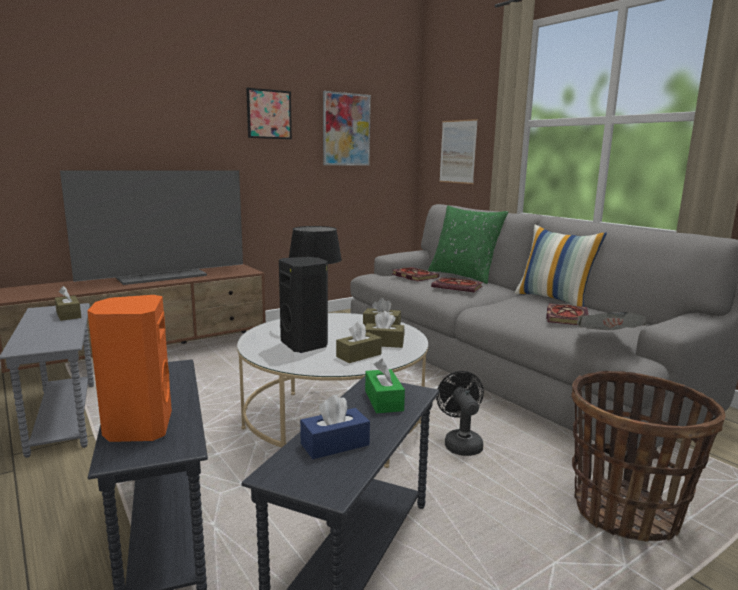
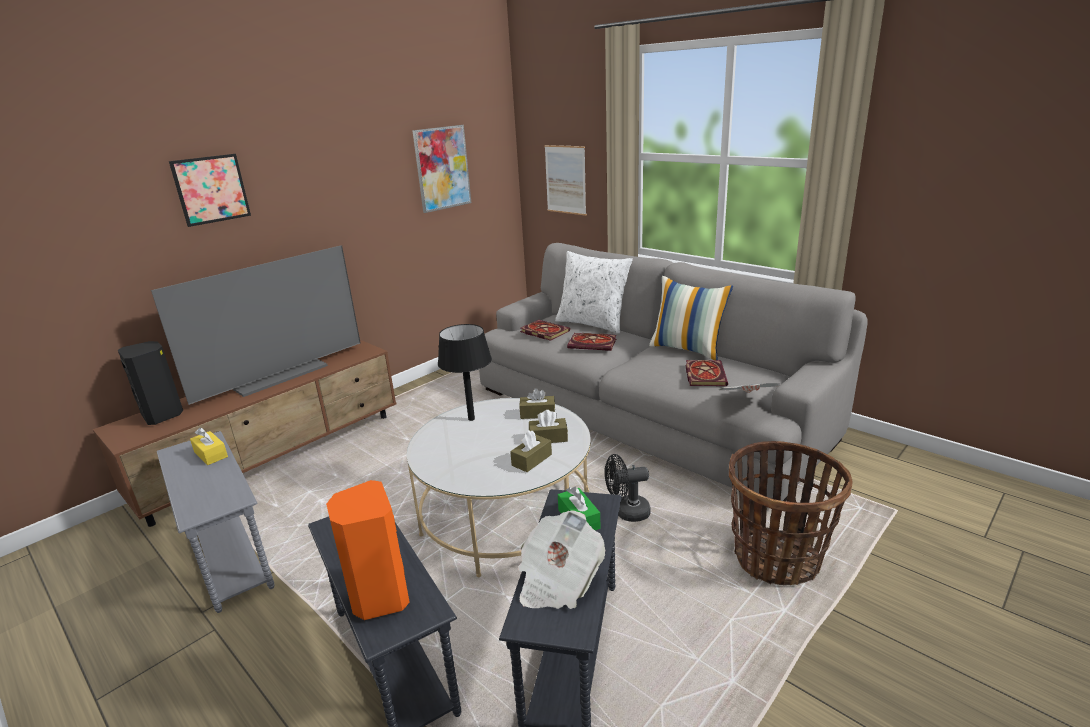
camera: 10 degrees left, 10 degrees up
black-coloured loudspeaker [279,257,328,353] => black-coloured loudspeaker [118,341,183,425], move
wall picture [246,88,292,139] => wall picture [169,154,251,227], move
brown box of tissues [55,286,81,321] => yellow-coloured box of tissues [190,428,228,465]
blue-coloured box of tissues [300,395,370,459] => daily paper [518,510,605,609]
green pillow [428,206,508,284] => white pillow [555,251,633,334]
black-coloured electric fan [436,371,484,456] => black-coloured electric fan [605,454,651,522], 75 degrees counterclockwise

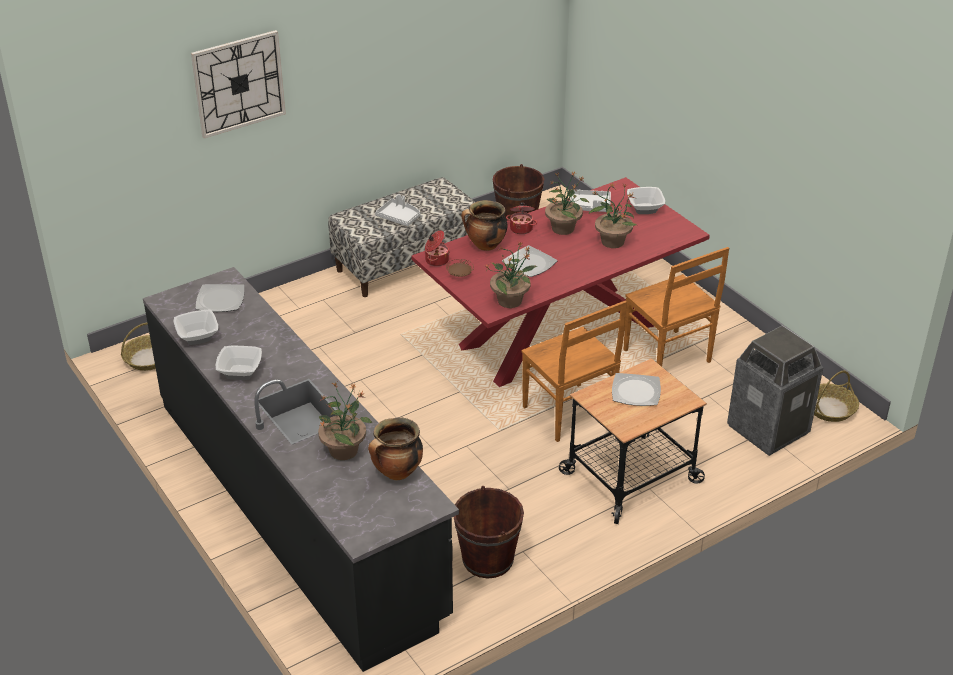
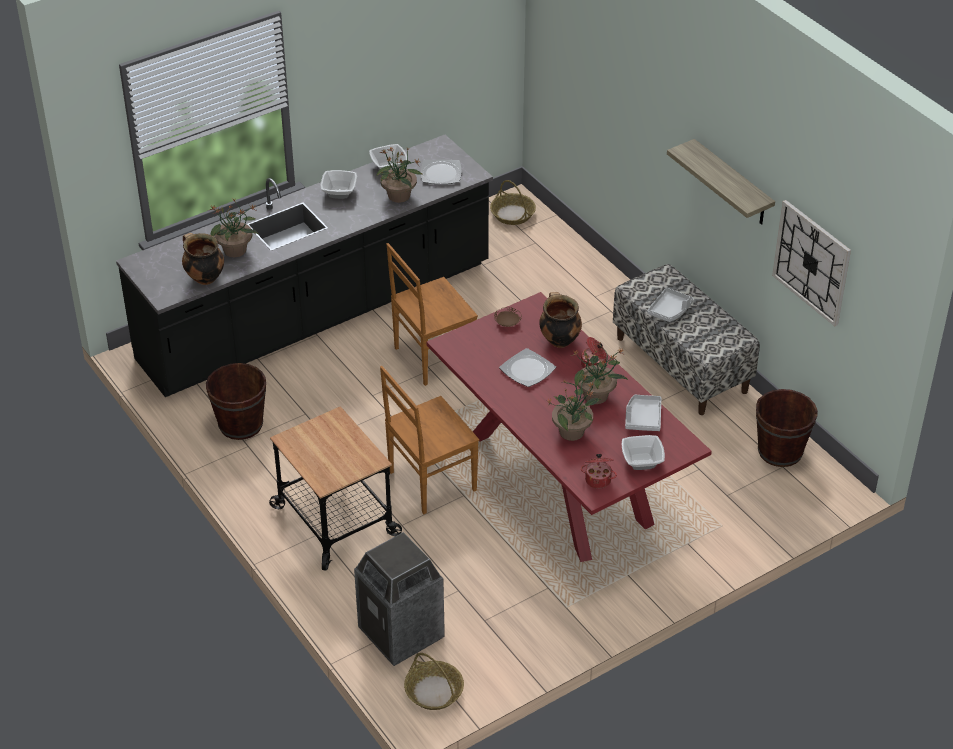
camera: 90 degrees right, 5 degrees up
potted plant [485,242,537,308] => potted plant [377,146,423,203], move
brown chair [624,247,729,366] => brown chair [386,243,478,386], move
stockpot [425,230,450,266] => stockpot [581,454,617,489], move
nothing => bracket shelf [667,139,775,225]
wall clock [191,30,286,138] => wall clock [772,200,851,326], move
flat dish [612,373,661,406] => nothing

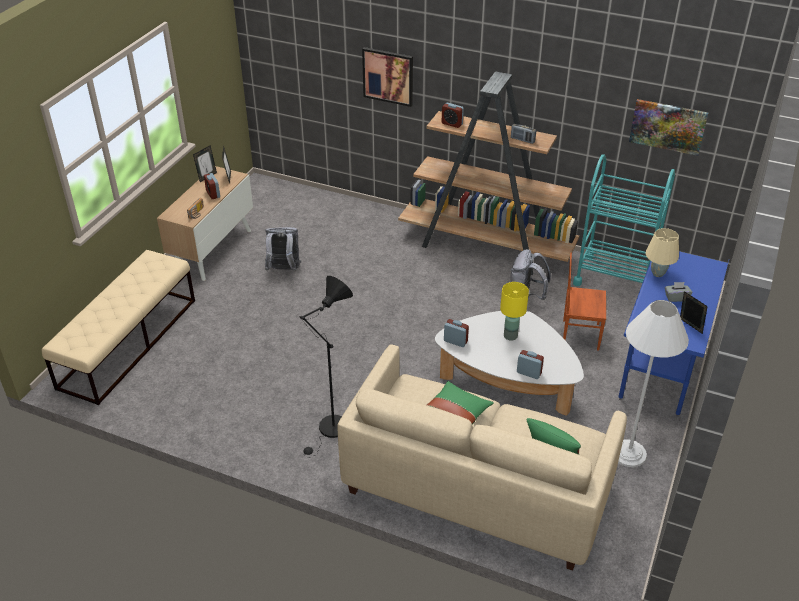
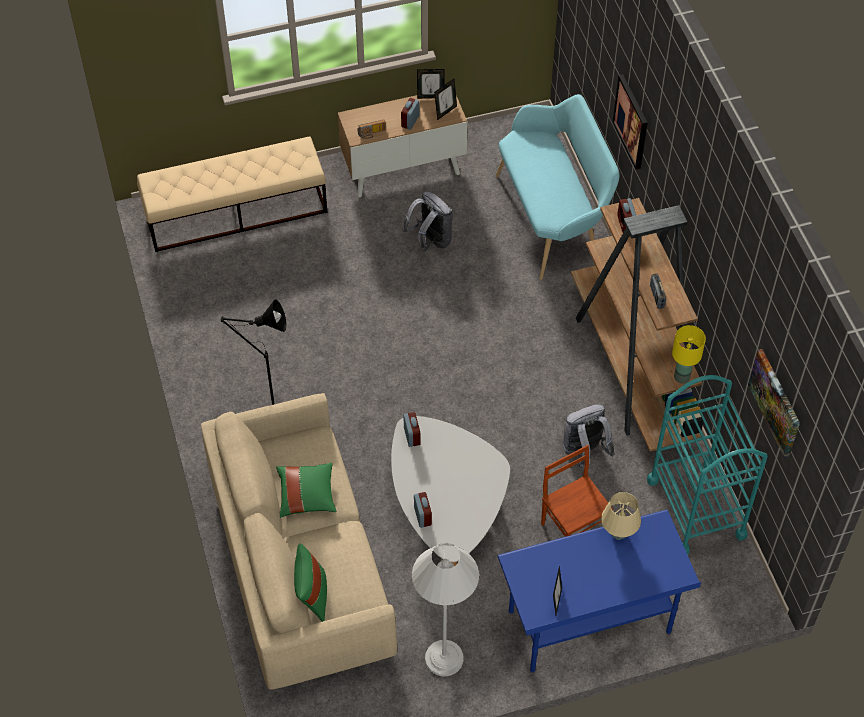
camera: 50 degrees right, 15 degrees up
nothing => turquoise-coloured indoor bench [496,94,620,280]
yellow-coloured tabletop lamp [500,282,529,341] => yellow-coloured tabletop lamp [672,325,706,384], move
gray box of tissues [665,282,692,302] => nothing

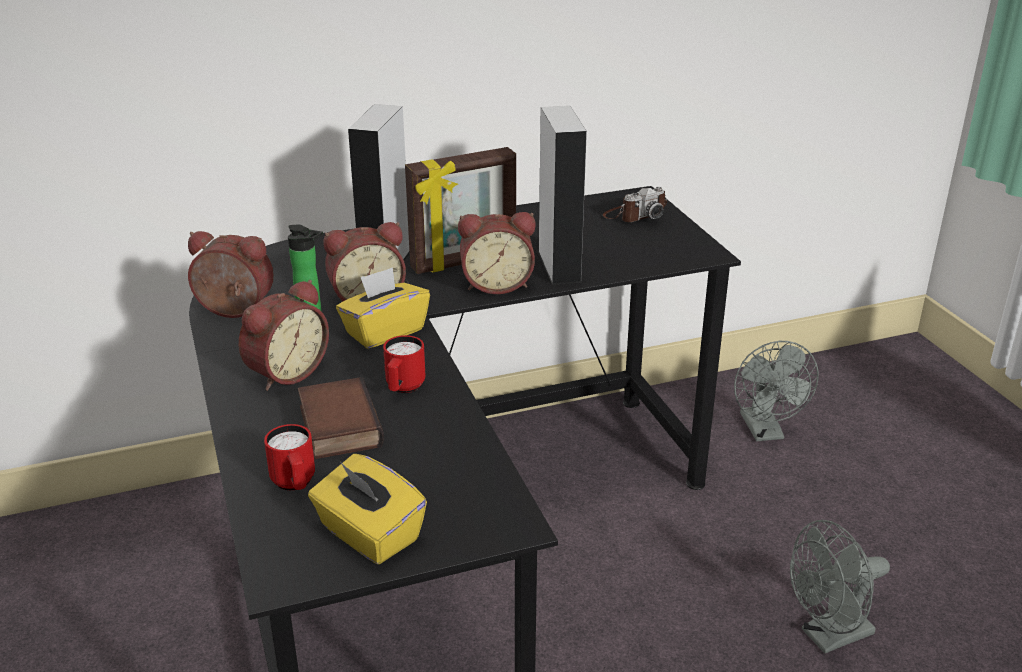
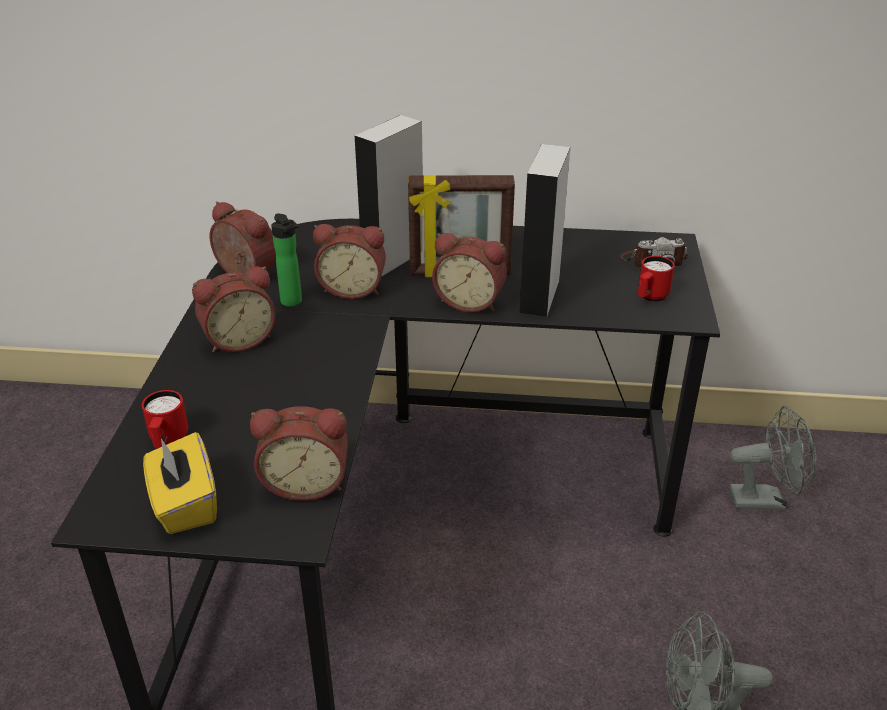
camera: 25 degrees right, 5 degrees up
nothing => alarm clock [250,406,348,501]
red tea mug [383,335,425,393] => red tea mug [638,256,675,302], move
gray electric fan [734,341,819,441] => gray electric fan [729,406,816,510], 105 degrees counterclockwise
volume [298,377,384,459] => nothing
yellow-coloured box of tissues [336,267,430,349] => nothing

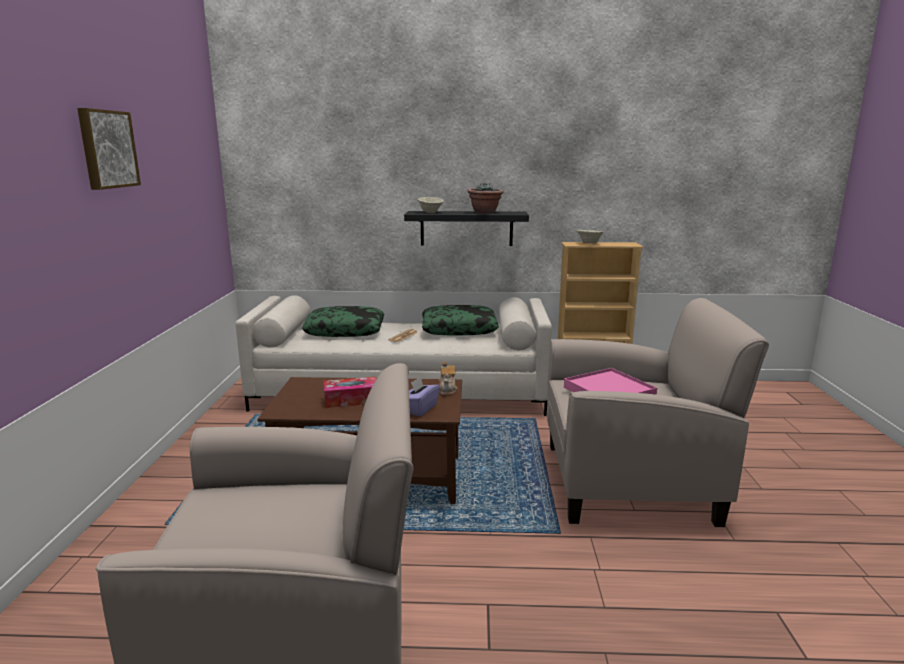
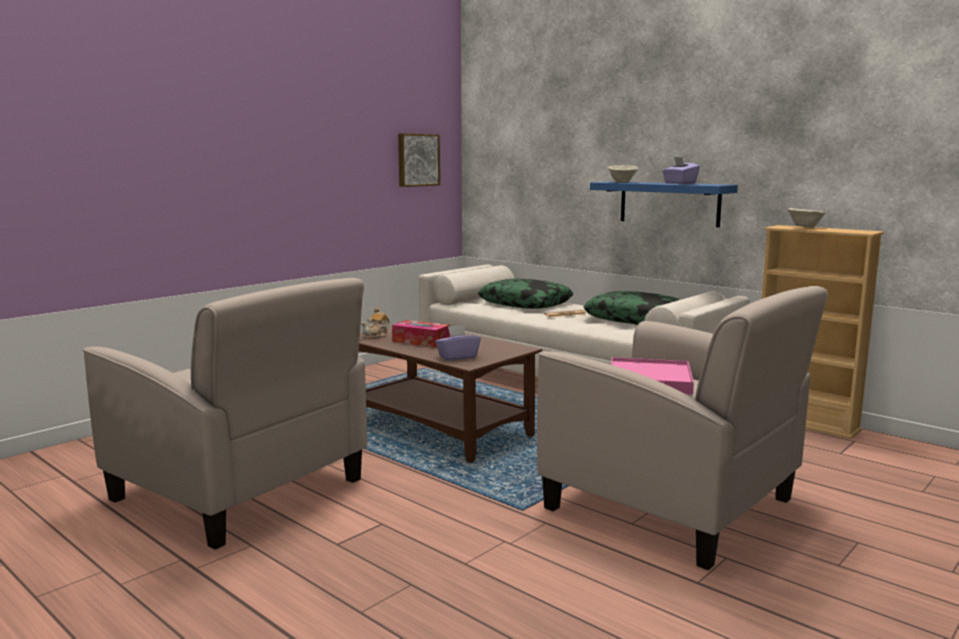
camera: 40 degrees right, 5 degrees down
tea pot [439,361,457,395] => tea pot [361,307,390,339], move
wall picture [77,108,141,190] => wall picture [398,133,440,187], move
black-coloured bracket shelf [404,211,529,246] => blue-coloured bracket shelf [590,182,738,227]
potted plant [467,183,504,214] => purple-coloured box of tissues [662,157,700,184]

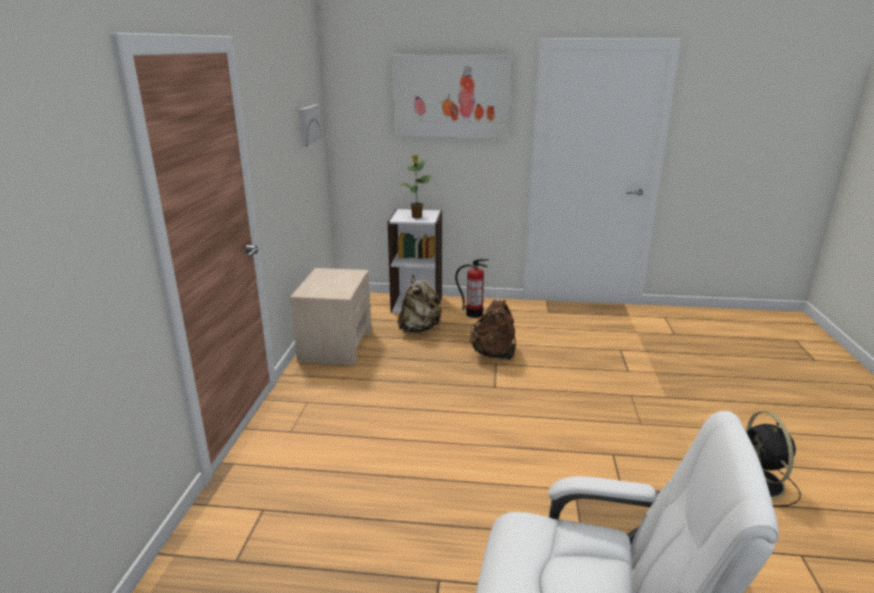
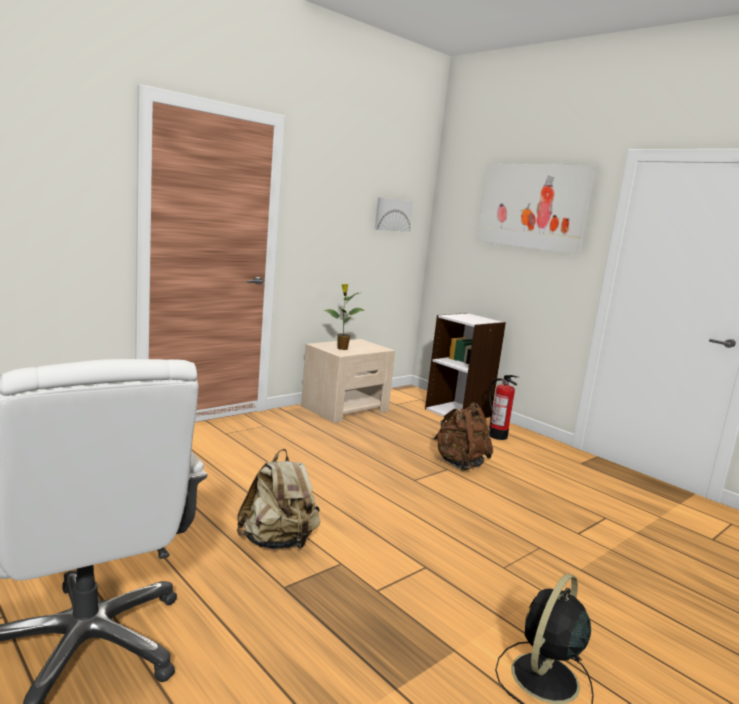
camera: 40 degrees right, 10 degrees down
sand-coloured rucksack [398,275,442,333] => sand-coloured rucksack [237,449,321,549], move
potted plant [400,155,432,218] => potted plant [324,284,365,350], move

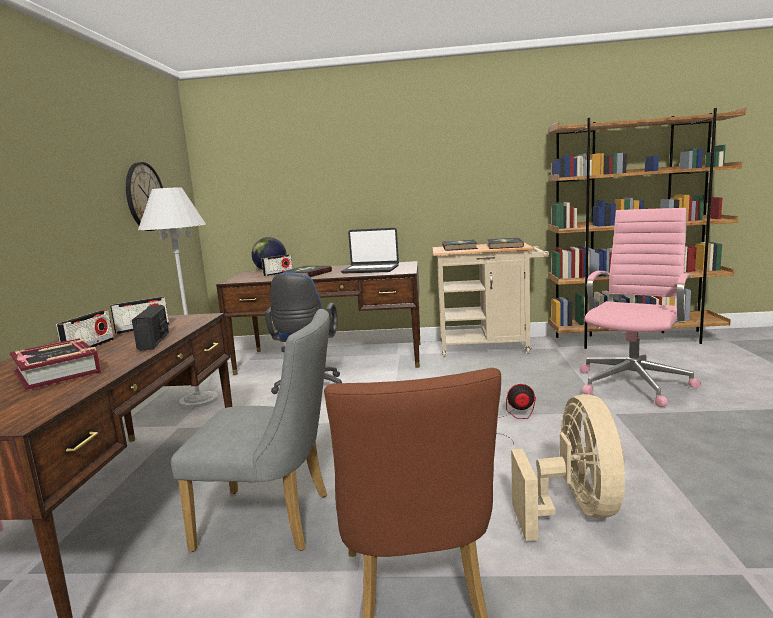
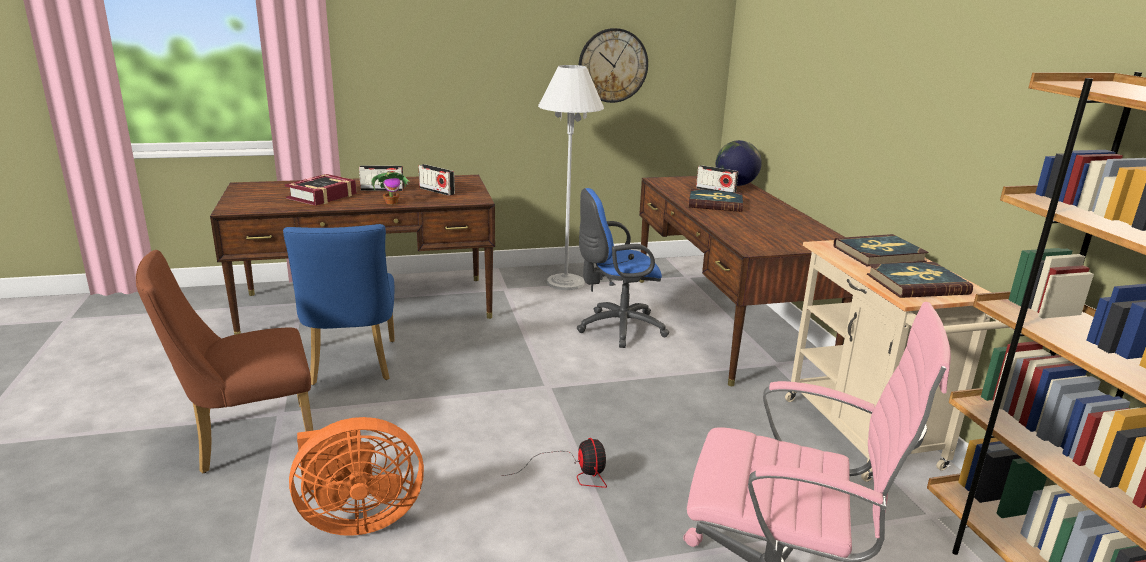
camera: 70 degrees right, 10 degrees up
gray chair [171,309,330,552] => blue-coloured chair [283,224,395,385]
sand-coloured electric fan [511,394,625,541] => orange electric fan [289,417,424,536]
radio set [132,305,169,351] => potted plant [371,172,410,205]
portable computer [341,228,399,274] => nothing

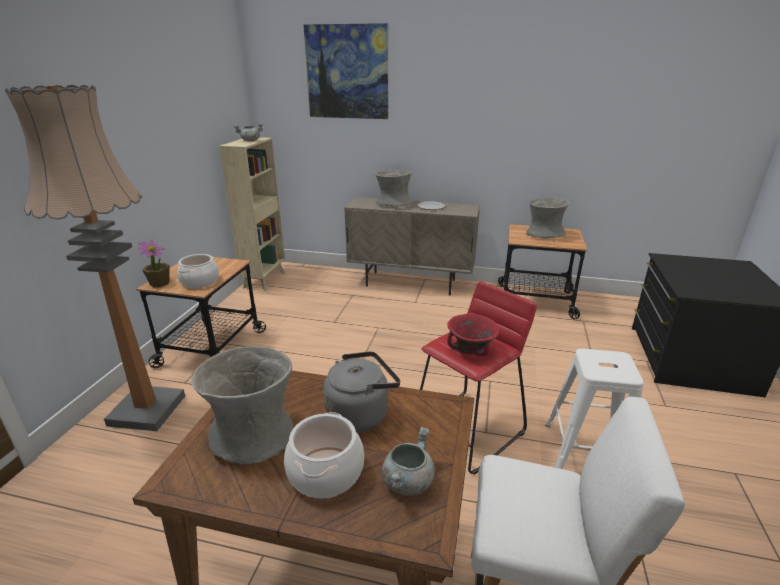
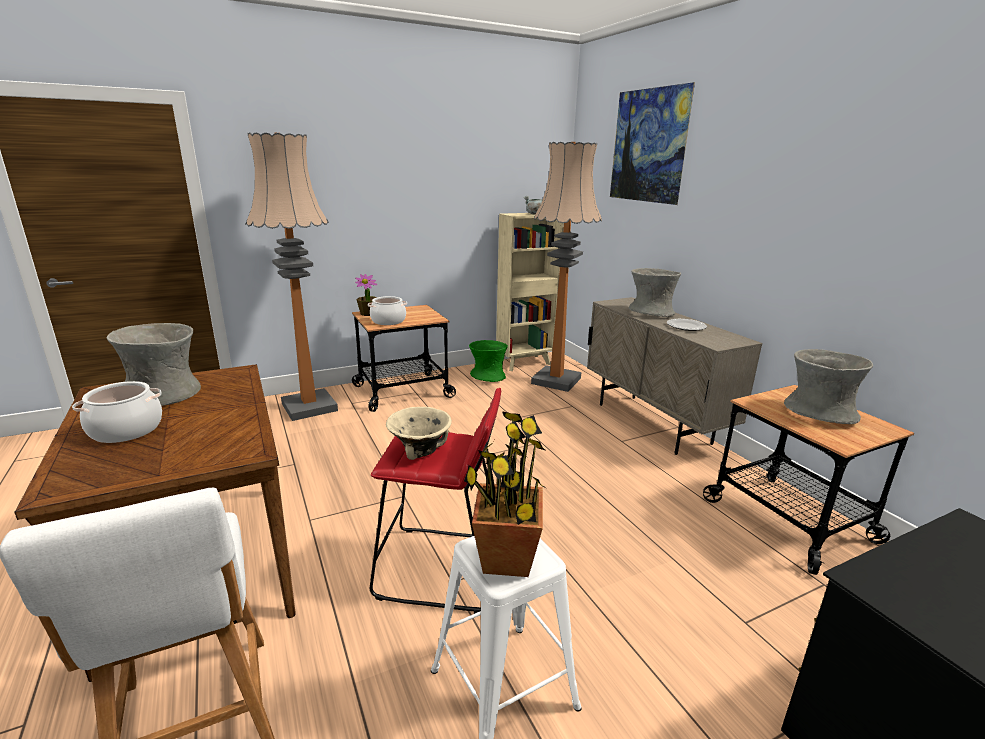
camera: 50 degrees right, 5 degrees down
red deep dish [447,314,500,356] => sand-coloured deep dish [386,407,452,460]
nothing => potted plant [464,411,547,577]
nothing => green flower vase [469,340,508,382]
nothing => floor lamp [531,142,602,392]
gray kettle [323,351,400,433] => nothing
gray stockpot [382,427,435,496] => nothing

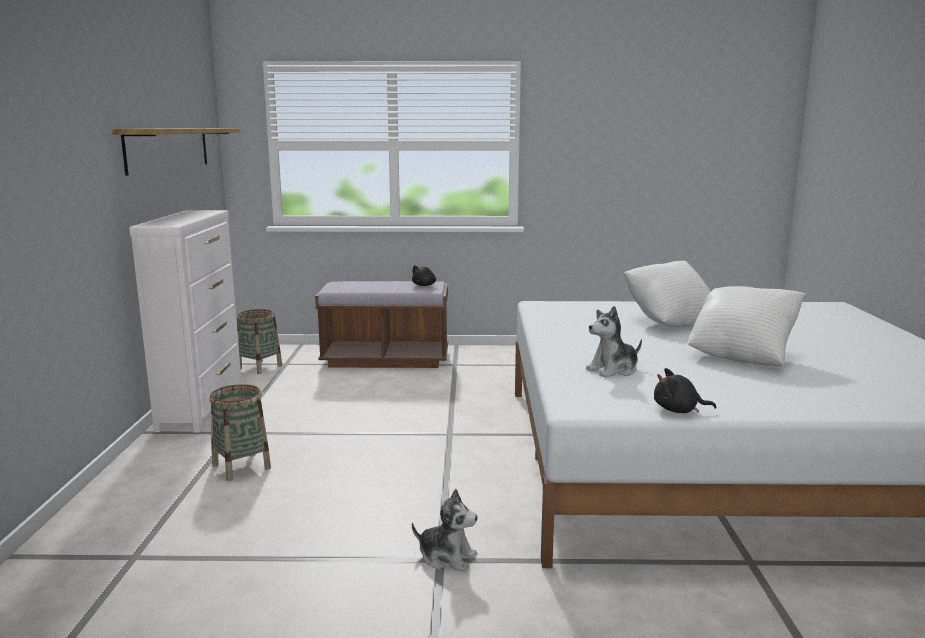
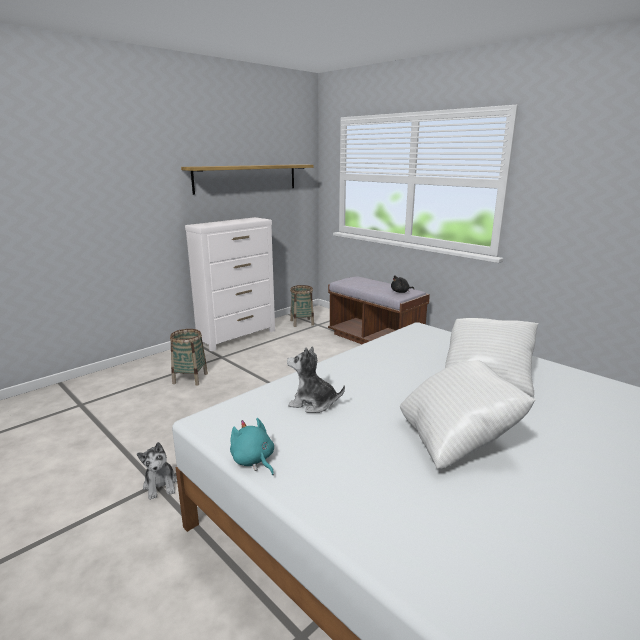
camera: 45 degrees right, 5 degrees up
black-coloured soft toy [654,368,716,413] => turquoise-coloured soft toy [230,418,274,475]

